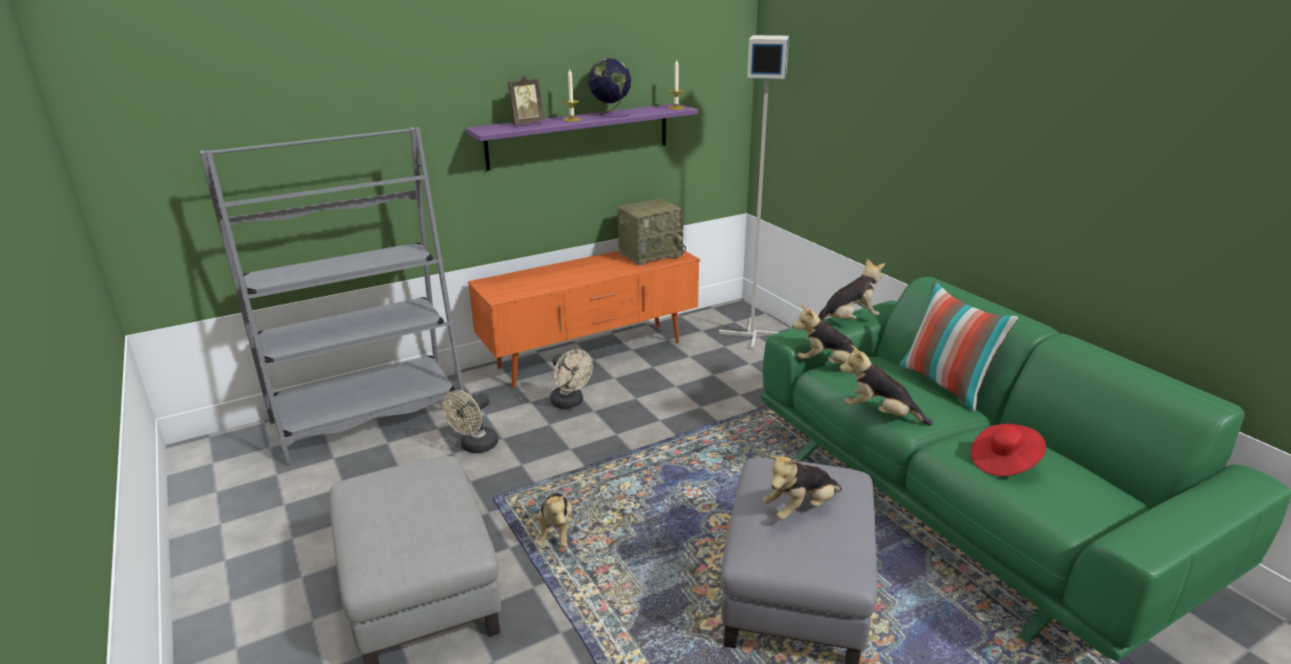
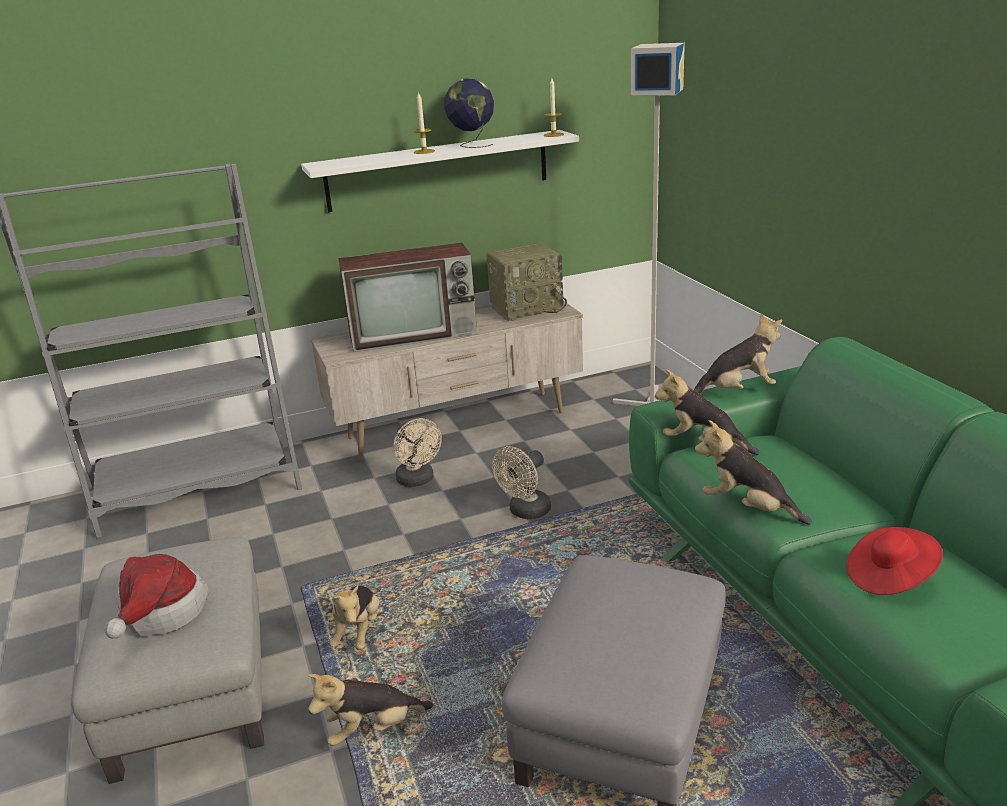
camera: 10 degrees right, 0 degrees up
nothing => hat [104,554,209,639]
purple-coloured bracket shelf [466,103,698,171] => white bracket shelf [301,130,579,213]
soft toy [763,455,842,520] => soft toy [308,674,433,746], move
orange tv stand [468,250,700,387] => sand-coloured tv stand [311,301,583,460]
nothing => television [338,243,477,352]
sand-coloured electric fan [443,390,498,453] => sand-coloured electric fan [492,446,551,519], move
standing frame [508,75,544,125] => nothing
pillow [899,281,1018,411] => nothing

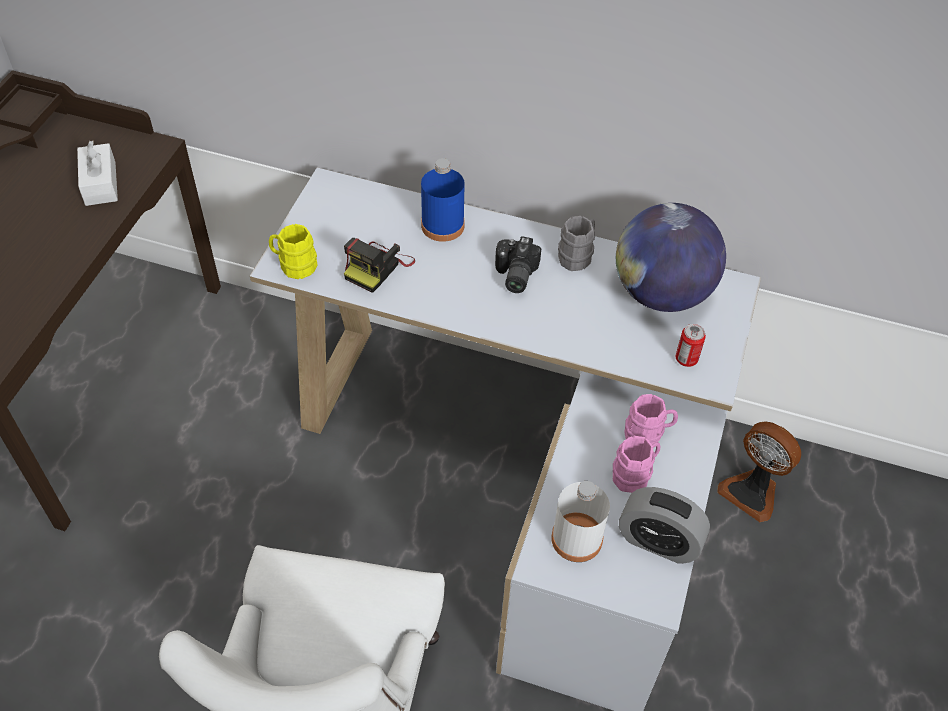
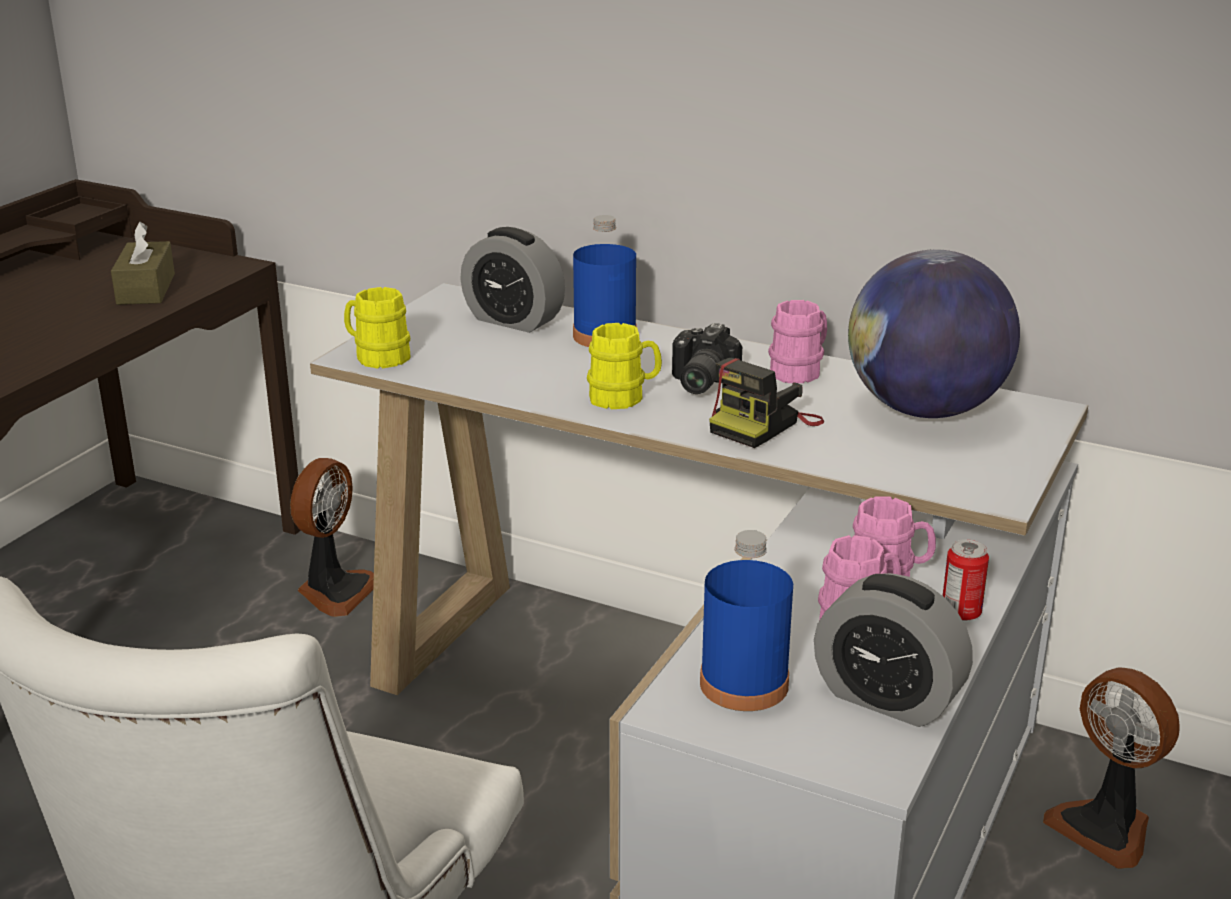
camera: 10 degrees right, 25 degrees down
white box of tissues [77,141,118,206] => brown box of tissues [111,222,175,305]
nothing => electric fan [290,458,374,617]
nothing => alarm clock [460,227,565,333]
nothing => yellow-coloured tea mug [587,323,662,409]
white drink bottle [551,481,610,562] => blue-coloured drink bottle [700,530,793,711]
photo camera [344,238,415,293] => photo camera [709,358,824,448], move
gray tea mug [558,216,595,271] => pink tea mug [768,300,827,383]
metal can [676,324,706,367] => metal can [943,539,989,621], move

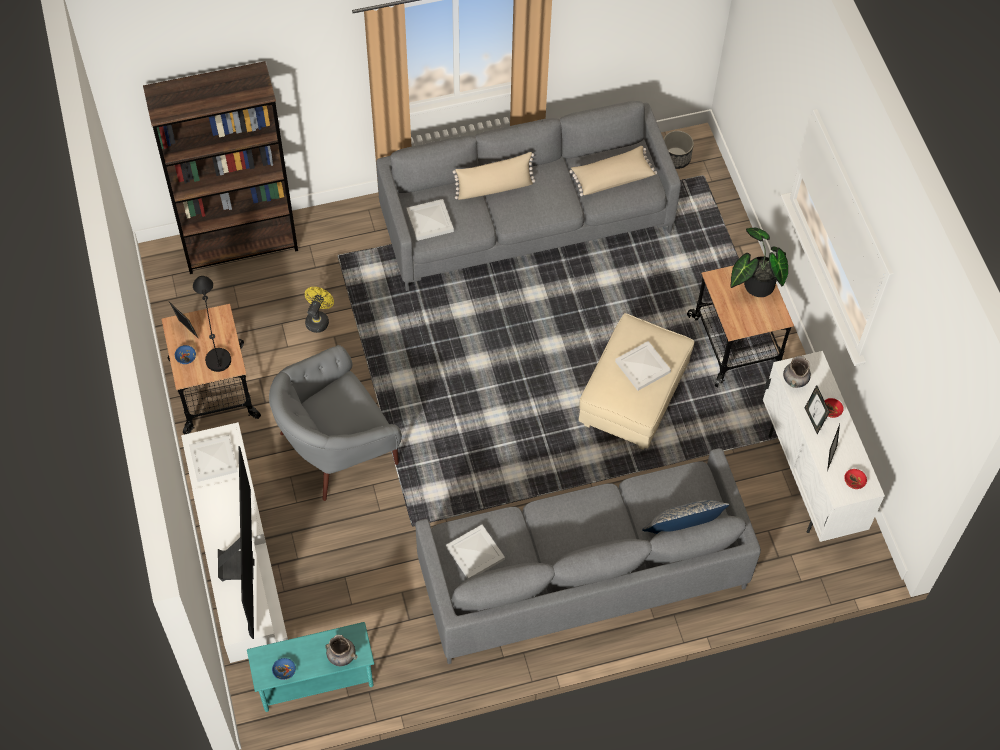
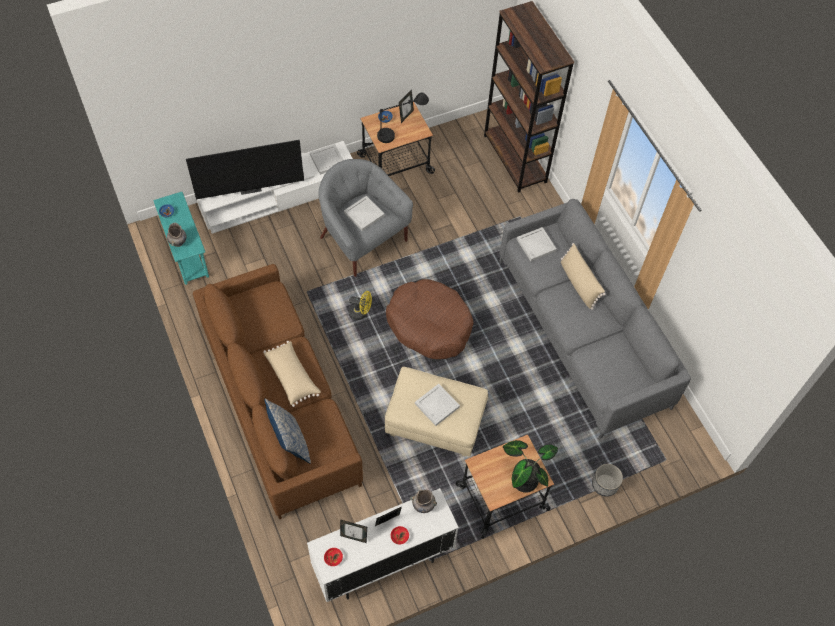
camera: 80 degrees right, 0 degrees up
gray sofa [415,448,761,664] => brown sofa [193,264,363,520]
sand-coloured pillow [569,146,657,196] => sand-coloured pillow [263,341,321,407], move
white serving tray [446,525,505,579] => white serving tray [344,196,385,231], move
yellow-coloured electric fan [305,287,334,333] => yellow-coloured electric fan [349,291,372,320], move
nothing => brown pet bed [386,279,473,359]
plant pot [664,131,694,169] => plant pot [592,464,623,497], move

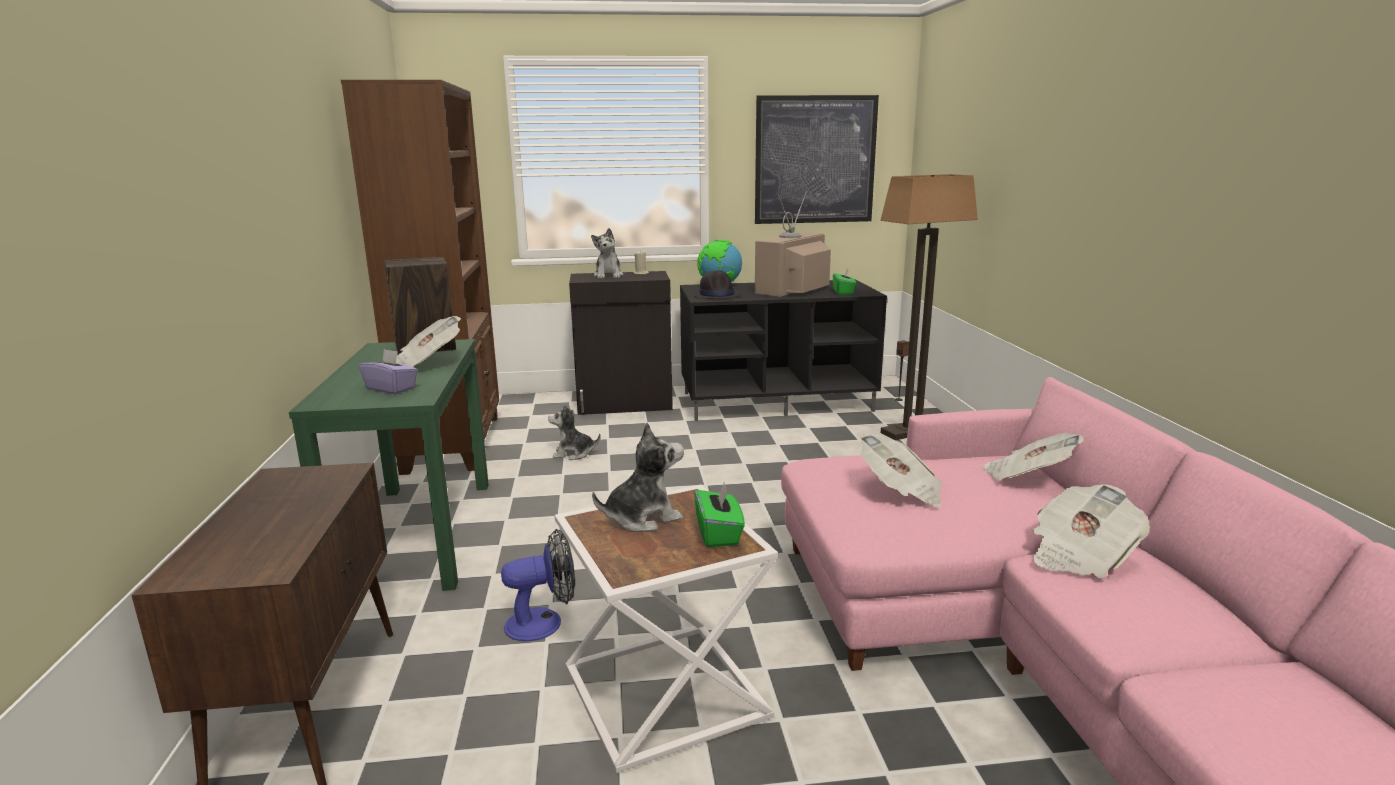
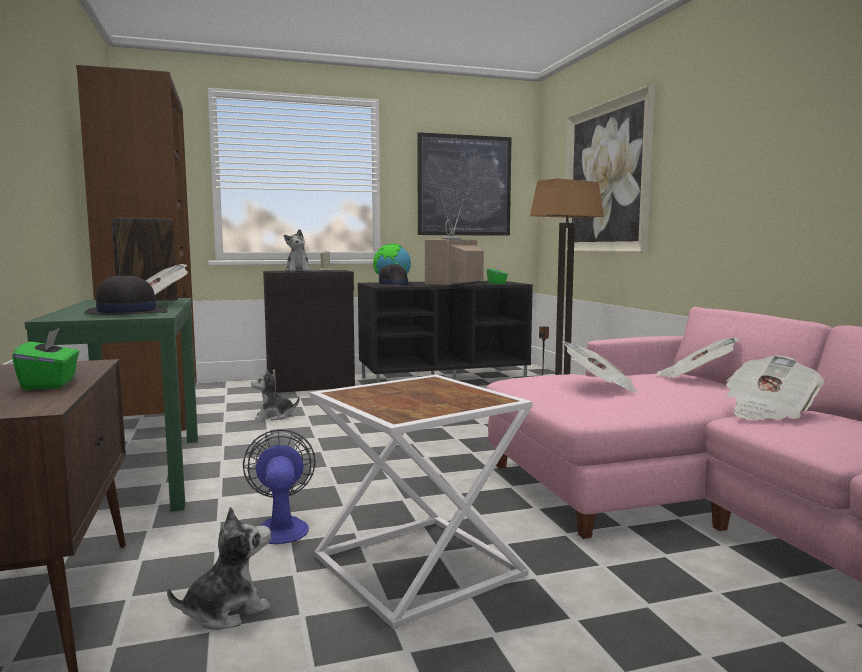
camera: 10 degrees left, 10 degrees down
green box of tissues [694,483,745,547] => green box of tissues [12,328,79,390], move
purple-coloured box of tissues [359,349,418,394] => black-coloured hat [84,275,168,315]
soft toy [592,423,684,532] => soft toy [167,507,271,630], move
electric fan [501,529,575,641] => electric fan [243,429,316,544], 75 degrees counterclockwise
nothing => wall picture [564,84,655,253]

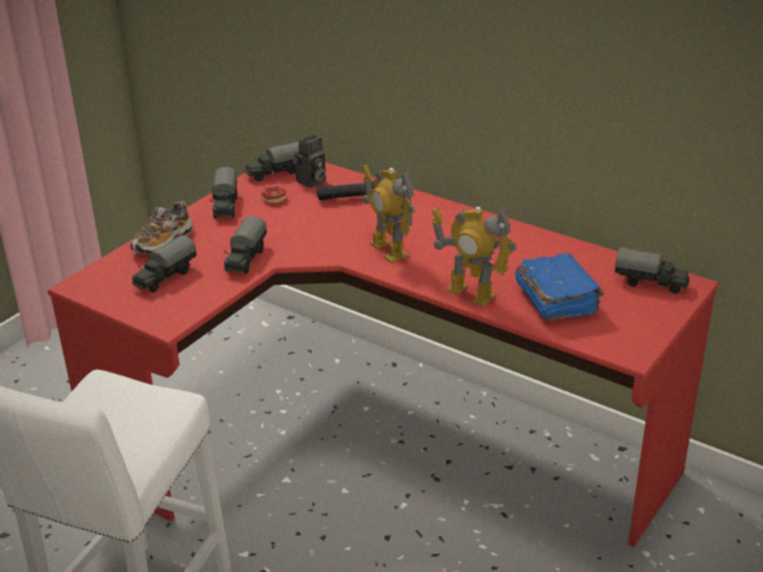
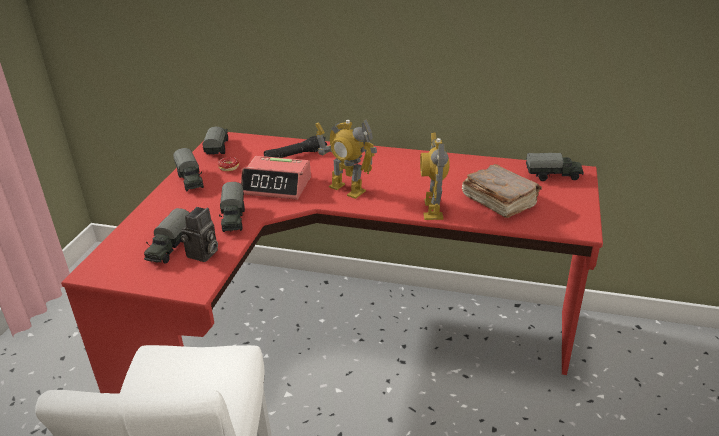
camera: 20 degrees left, 0 degrees up
photo camera [293,135,326,188] => photo camera [181,207,218,262], move
model truck [245,141,299,182] => model truck [203,127,228,155], 135 degrees clockwise
nothing => alarm clock [241,156,311,200]
toy robot [432,207,517,306] => toy robot [420,133,450,220], 75 degrees clockwise
blue-coloured volume [515,253,604,321] => brown volume [462,164,542,218]
low shoe [130,201,193,254] => nothing

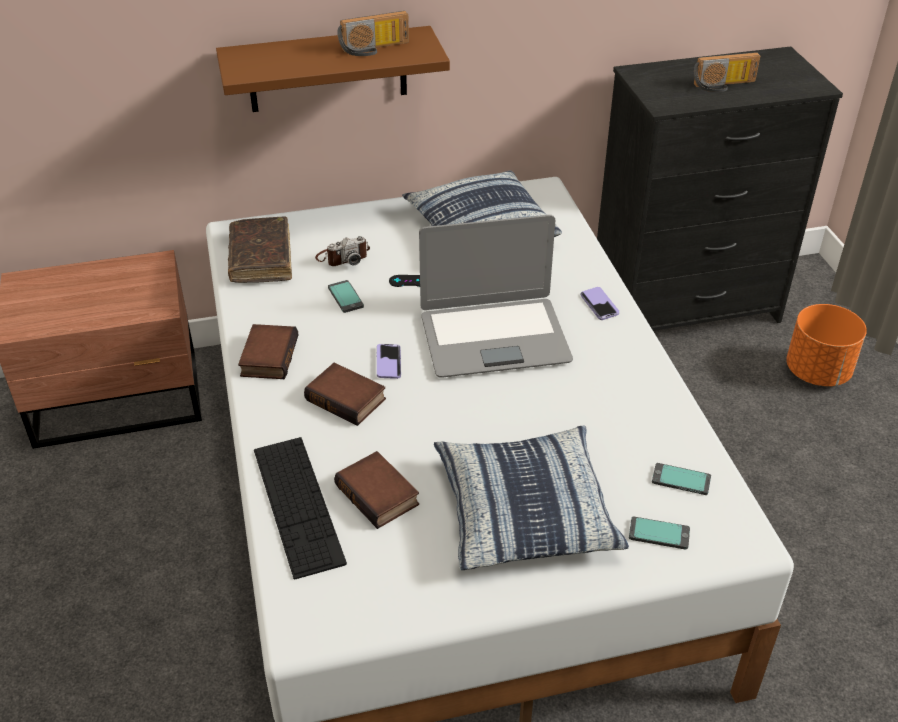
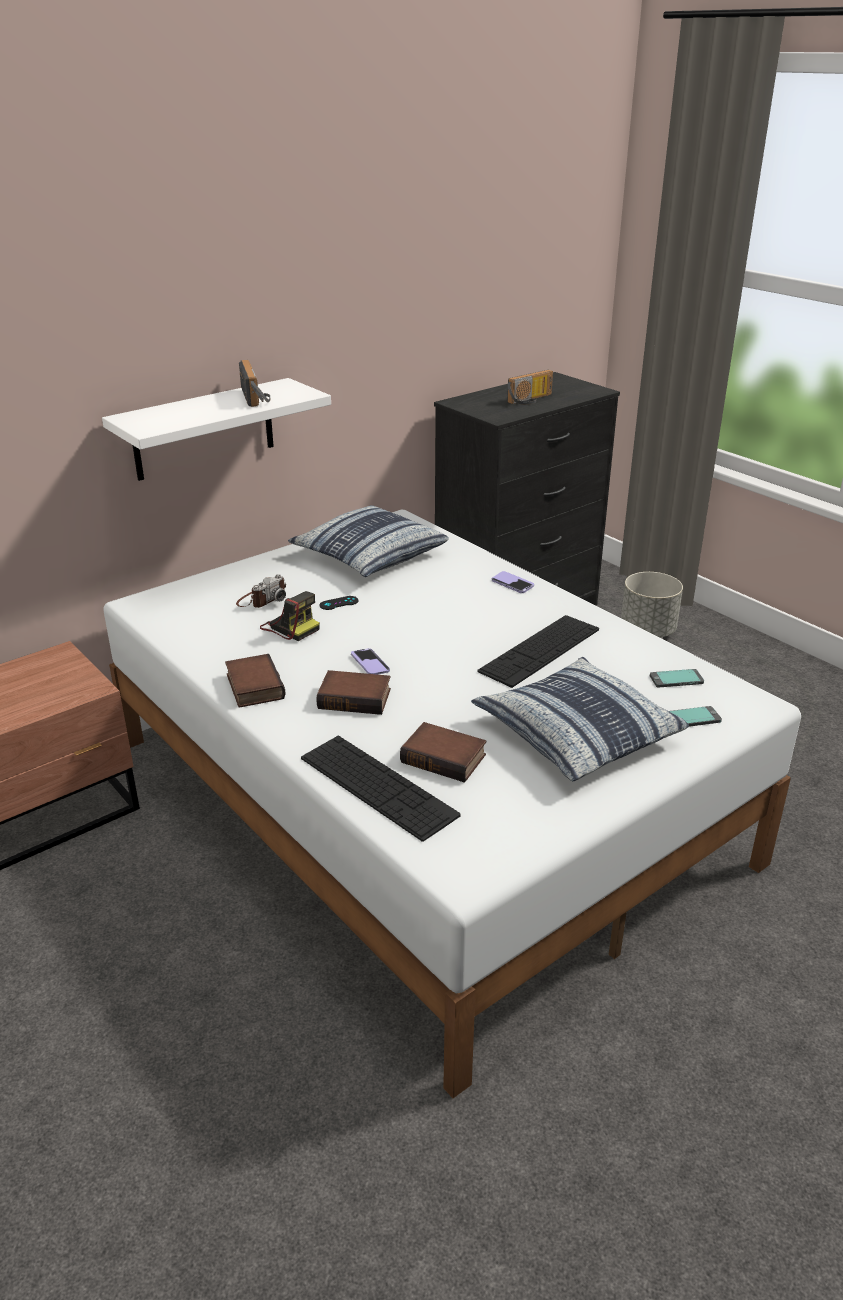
camera: 25 degrees left, 10 degrees down
brown bracket shelf [216,26,450,112] => white bracket shelf [102,378,331,481]
radio set [337,11,409,56] => radio set [239,360,270,407], 60 degrees counterclockwise
phone [328,280,364,313] => photo camera [260,591,320,641]
nothing => PC keyboard [478,615,599,688]
orange plant pot [786,304,867,387] => gray plant pot [621,572,683,637]
brown volume [228,216,292,283] => nothing
portable computer [419,215,573,378] => nothing

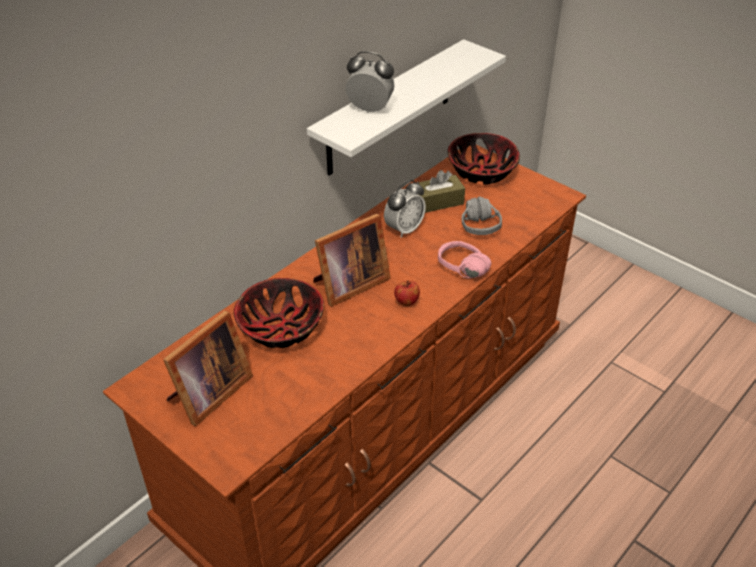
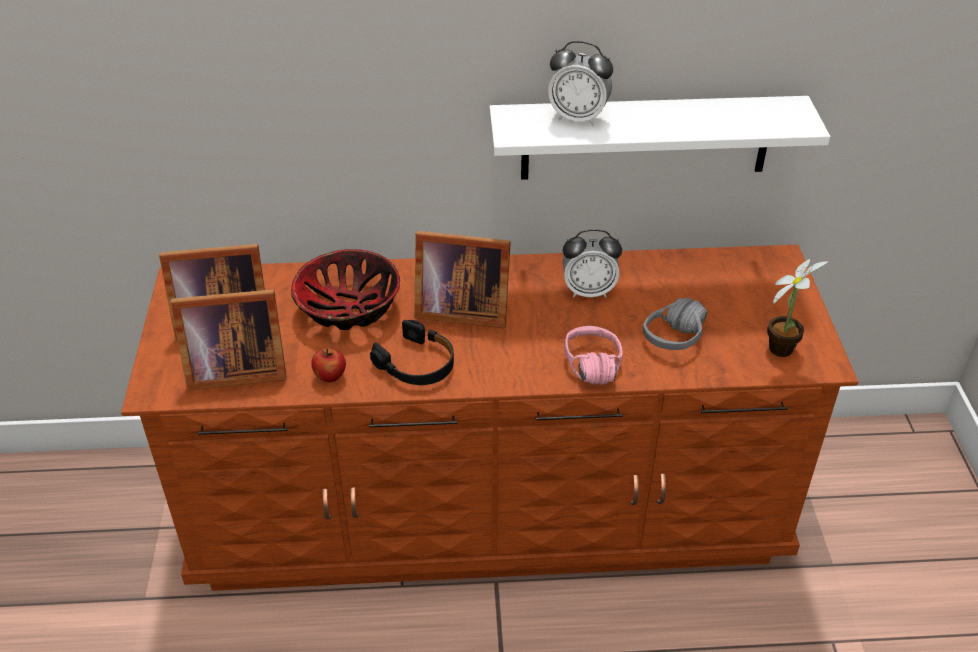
camera: 45 degrees right, 0 degrees up
nothing => standing frame [170,289,287,390]
apple [394,280,420,306] => apple [311,348,346,382], move
nothing => black-coloured pair of headphones [370,320,454,385]
alarm clock [346,51,395,113] => alarm clock [548,41,613,126], 135 degrees clockwise
nothing => potted plant [767,259,828,357]
brown box of tissues [419,170,465,213] => nothing
deep dish [447,133,520,184] => nothing

